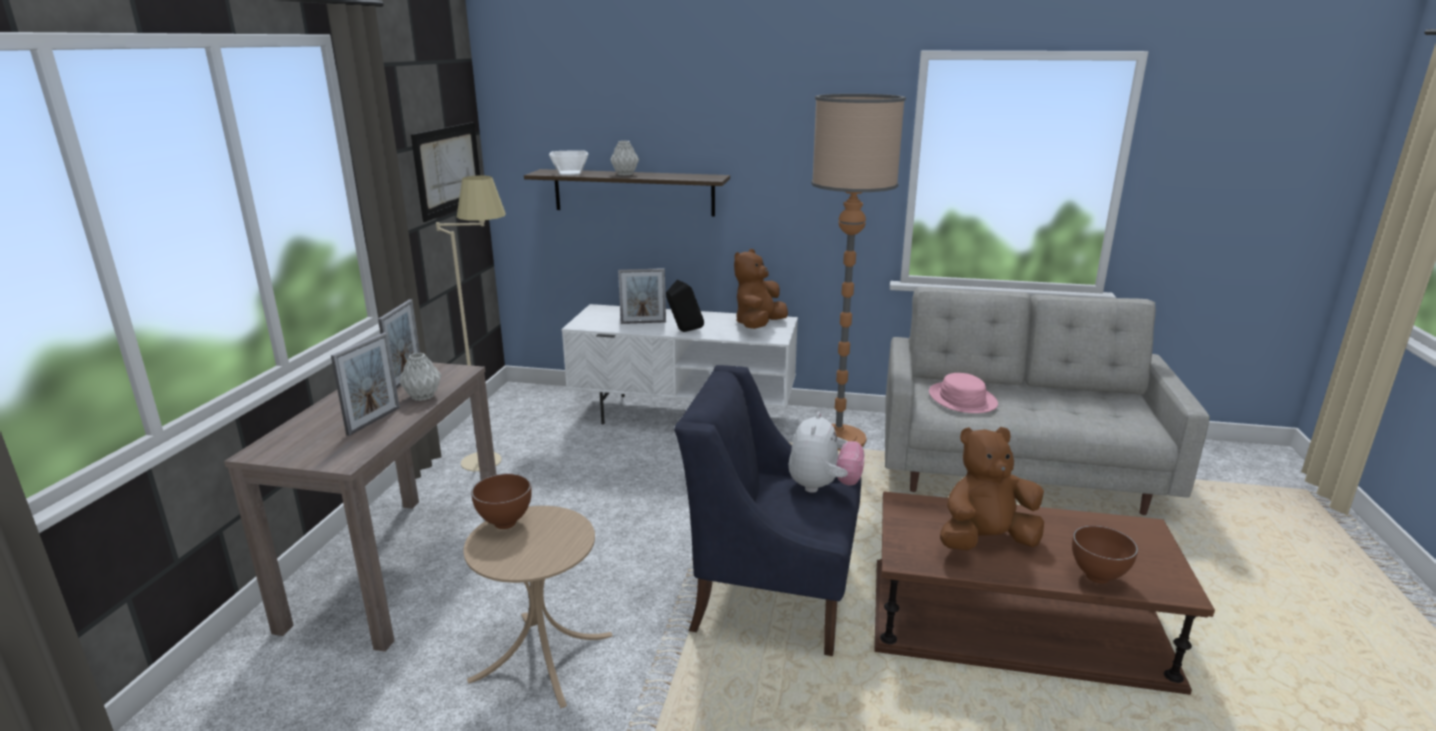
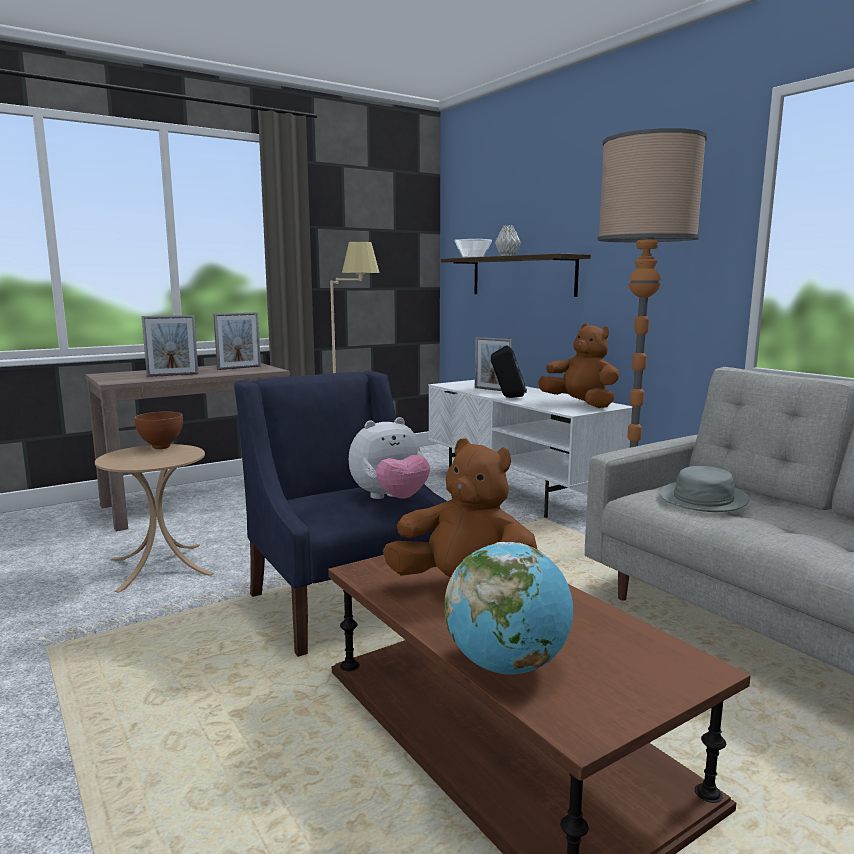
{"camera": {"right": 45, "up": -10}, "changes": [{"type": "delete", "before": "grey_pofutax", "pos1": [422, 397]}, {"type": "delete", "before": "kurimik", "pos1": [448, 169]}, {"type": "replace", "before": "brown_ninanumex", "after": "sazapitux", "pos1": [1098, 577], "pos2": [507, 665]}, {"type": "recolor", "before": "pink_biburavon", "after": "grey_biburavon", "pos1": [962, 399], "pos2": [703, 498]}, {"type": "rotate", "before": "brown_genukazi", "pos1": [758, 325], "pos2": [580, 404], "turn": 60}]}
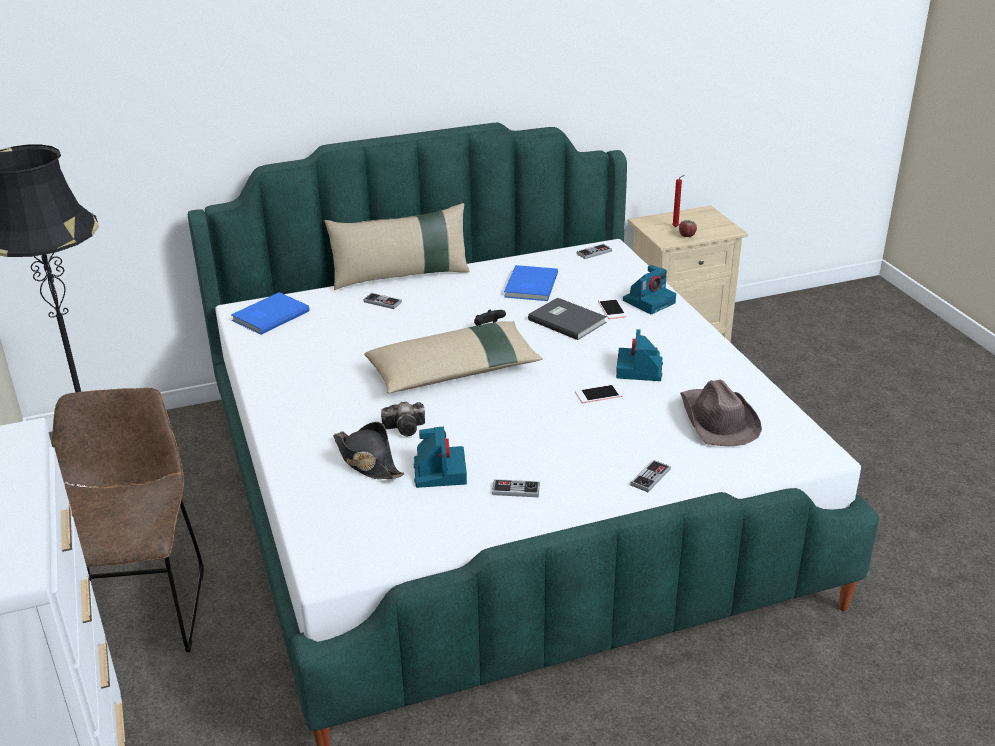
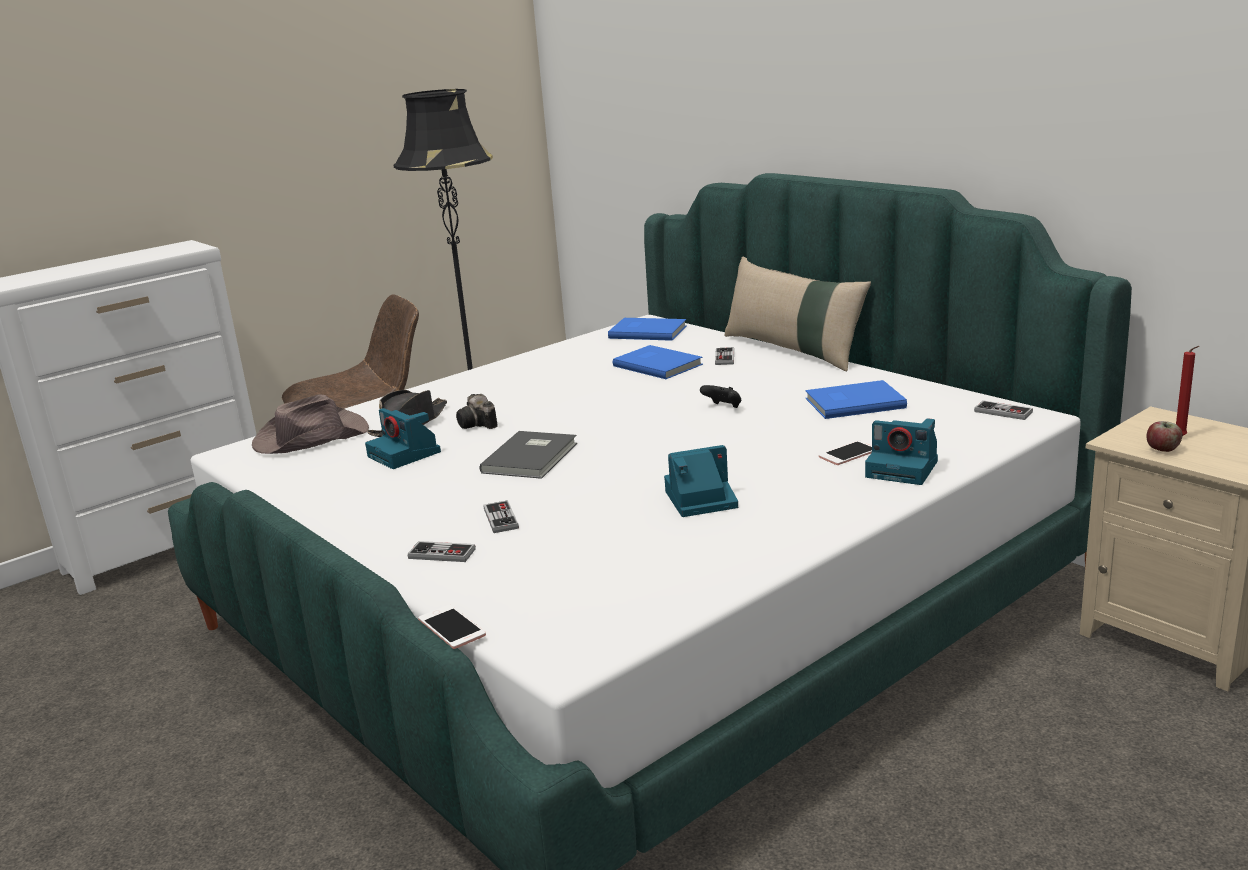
{"camera": {"right": 70, "up": -10}, "changes": [{"type": "delete", "before": "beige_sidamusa", "pos1": [454, 371]}, {"type": "insert", "after": "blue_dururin", "pos2": [658, 364]}, {"type": "move", "before": "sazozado", "pos1": [516, 490], "pos2": [501, 519]}, {"type": "move", "before": "grey_dururin", "pos1": [567, 320], "pos2": [533, 457]}, {"type": "move", "before": "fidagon", "pos1": [599, 394], "pos2": [451, 627]}, {"type": "move", "before": "brown_biburavon", "pos1": [717, 420], "pos2": [309, 438]}, {"type": "rotate", "before": "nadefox", "pos1": [439, 471], "pos2": [405, 454], "turn": 75}]}
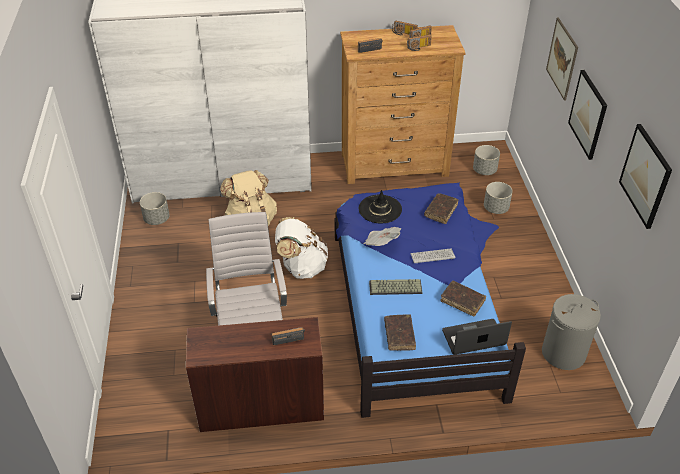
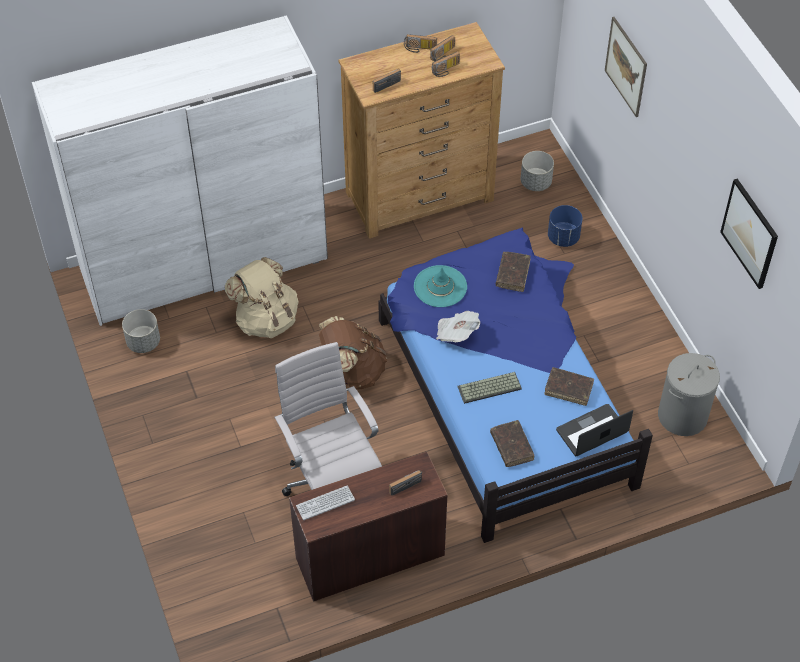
{"camera": {"right": -15, "up": 10}, "changes": [{"type": "delete", "before": "kurimik", "pos1": [588, 114]}, {"type": "move", "before": "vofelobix", "pos1": [432, 256], "pos2": [325, 503]}, {"type": "recolor", "before": "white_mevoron", "after": "brown_mevoron", "pos1": [301, 267], "pos2": [353, 371]}, {"type": "recolor", "before": "black_biburavon", "after": "turquoise_biburavon", "pos1": [380, 209], "pos2": [440, 286]}, {"type": "recolor", "before": "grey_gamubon", "after": "blue_gamubon", "pos1": [496, 208], "pos2": [563, 237]}]}
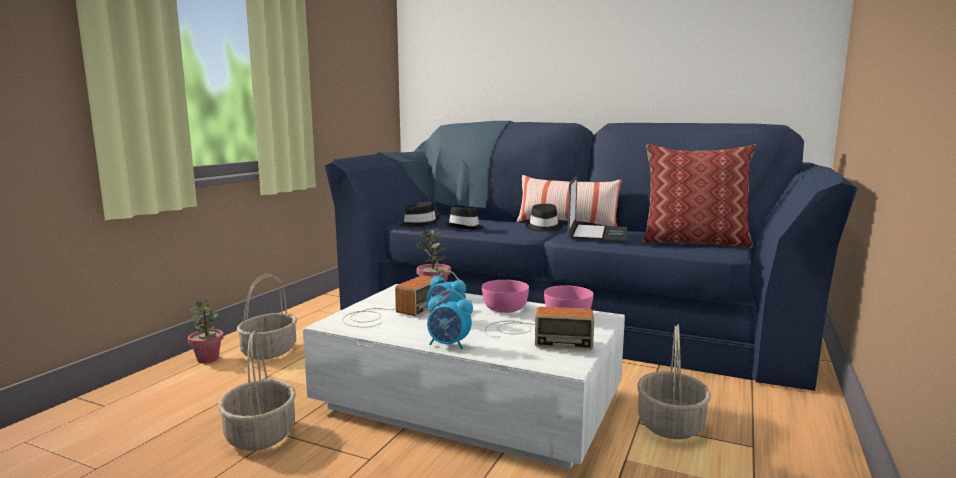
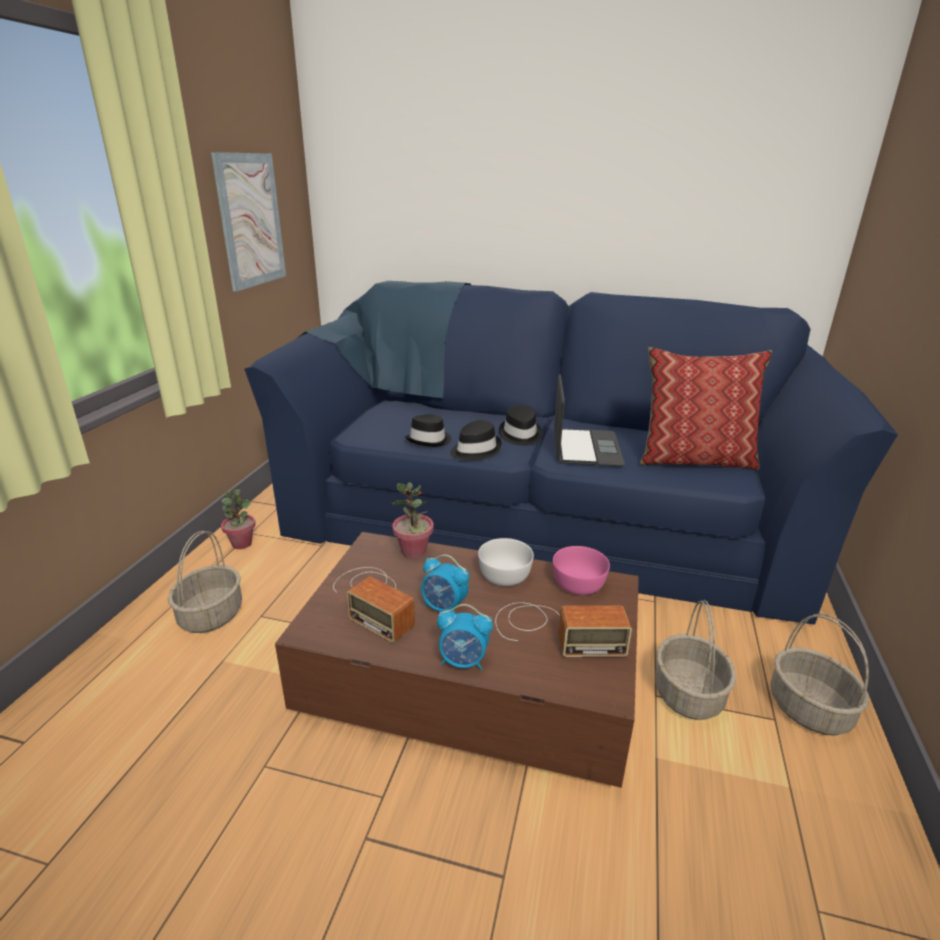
{"camera": {"right": -10, "up": 15}, "changes": [{"type": "delete", "before": "sidamusa", "pos1": [567, 224]}, {"type": "insert", "after": "kurimik", "pos2": [251, 220]}, {"type": "move", "before": "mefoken", "pos1": [208, 359], "pos2": [242, 543]}, {"type": "move", "before": "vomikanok", "pos1": [261, 435], "pos2": [810, 709]}, {"type": "move", "before": "black_biburavon", "pos1": [419, 224], "pos2": [475, 450]}, {"type": "recolor", "before": "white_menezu", "after": "brown_menezu", "pos1": [470, 402], "pos2": [471, 682]}, {"type": "recolor", "before": "pink_ninanumex", "after": "white_ninanumex", "pos1": [504, 308], "pos2": [504, 576]}, {"type": "rotate", "before": "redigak", "pos1": [390, 313], "pos2": [373, 599], "turn": 105}]}
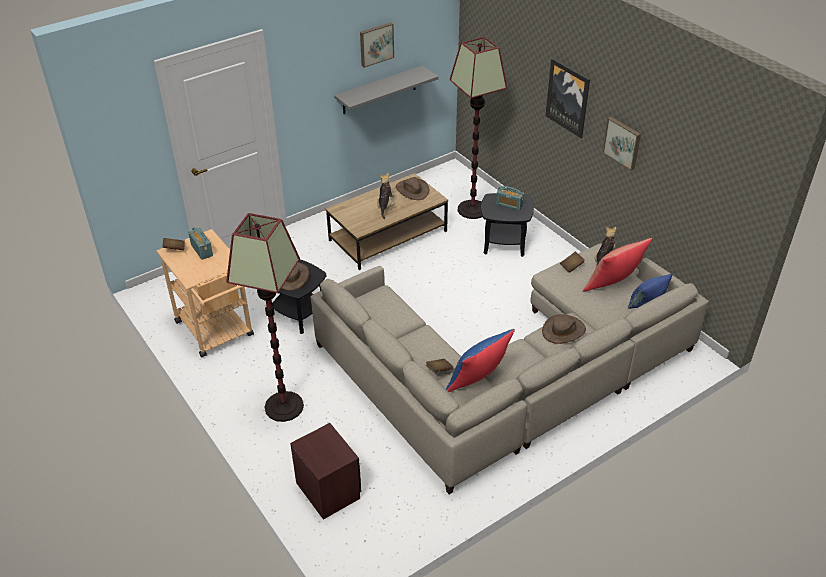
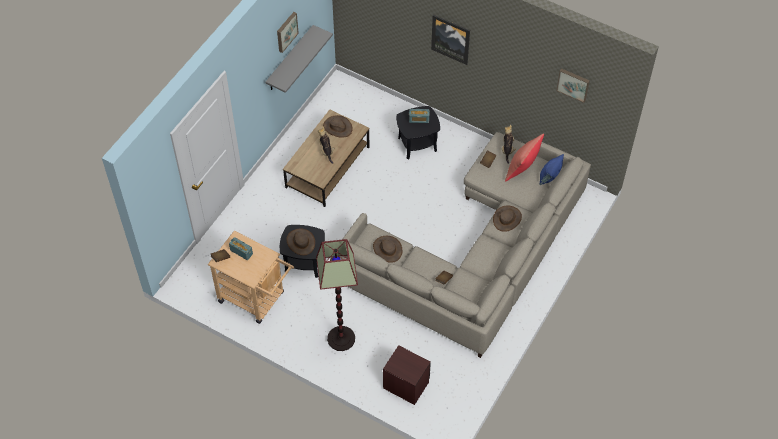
{"camera": {"right": -25, "up": 15}, "changes": [{"type": "delete", "before": "blue_sidamusa", "pos1": [478, 381]}, {"type": "delete", "before": "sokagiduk", "pos1": [473, 210]}, {"type": "insert", "after": "brown_biburavon", "pos2": [387, 249]}, {"type": "move", "before": "kurimik", "pos1": [622, 142], "pos2": [573, 84]}]}
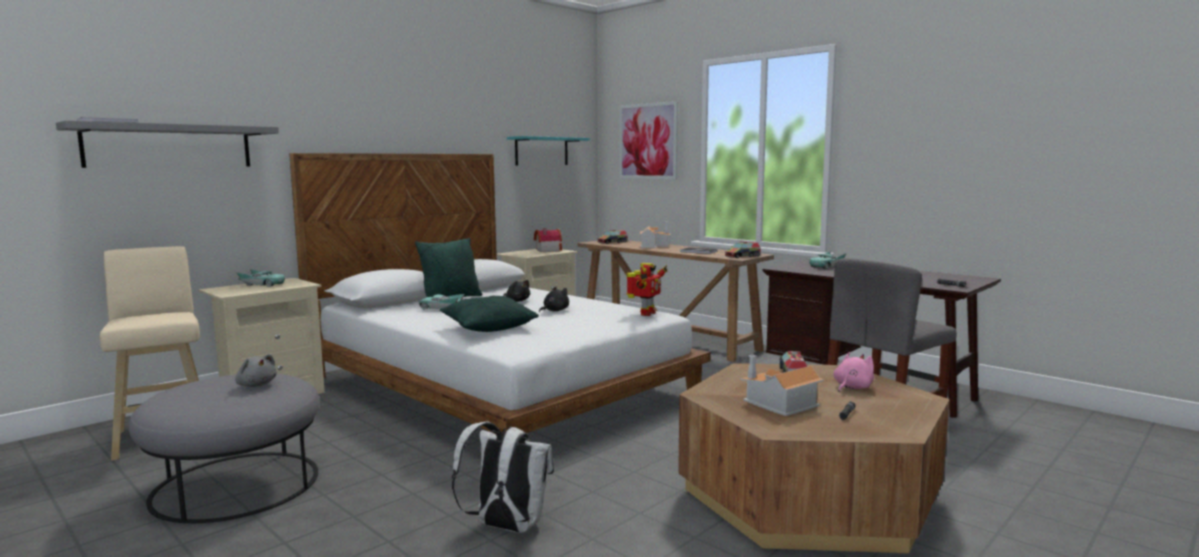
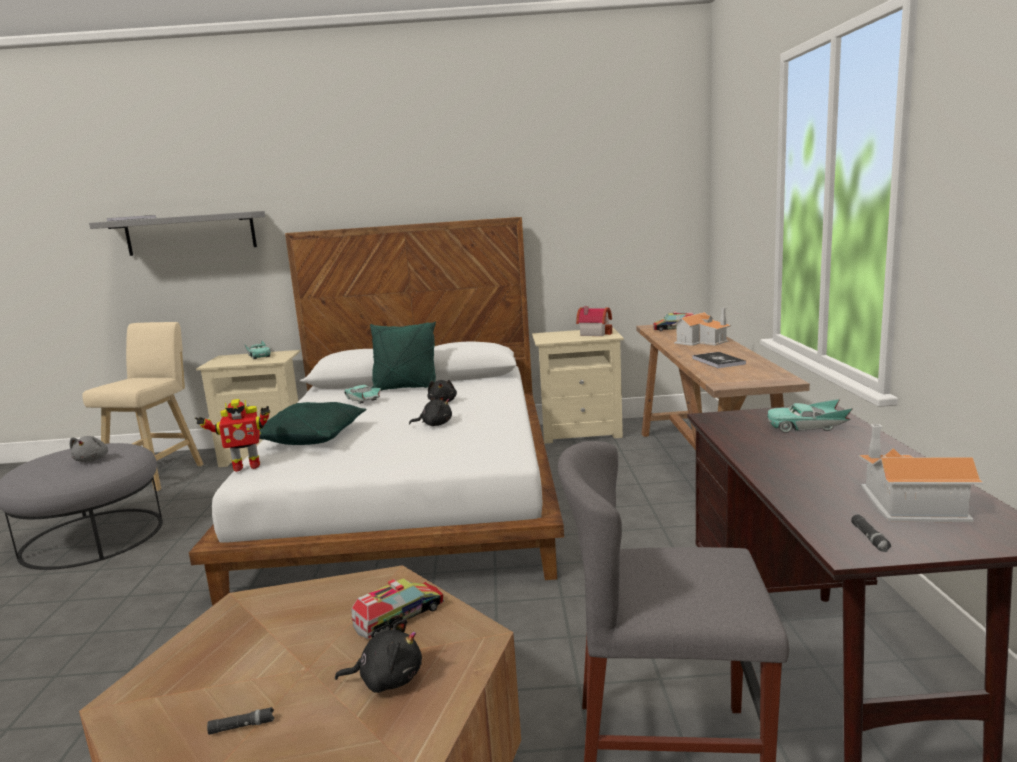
{"camera": {"right": 45, "up": 5}, "changes": [{"type": "delete", "before": "white_mevoron", "pos1": [506, 527]}, {"type": "delete", "before": "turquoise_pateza", "pos1": [541, 151]}, {"type": "delete", "before": "kurimik", "pos1": [648, 141]}, {"type": "delete", "before": "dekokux", "pos1": [742, 256]}, {"type": "move", "before": "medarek", "pos1": [646, 313], "pos2": [245, 466]}, {"type": "move", "before": "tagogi", "pos1": [779, 404], "pos2": [906, 504]}, {"type": "recolor", "before": "pink_genukazi", "after": "black_genukazi", "pos1": [851, 387], "pos2": [387, 679]}]}
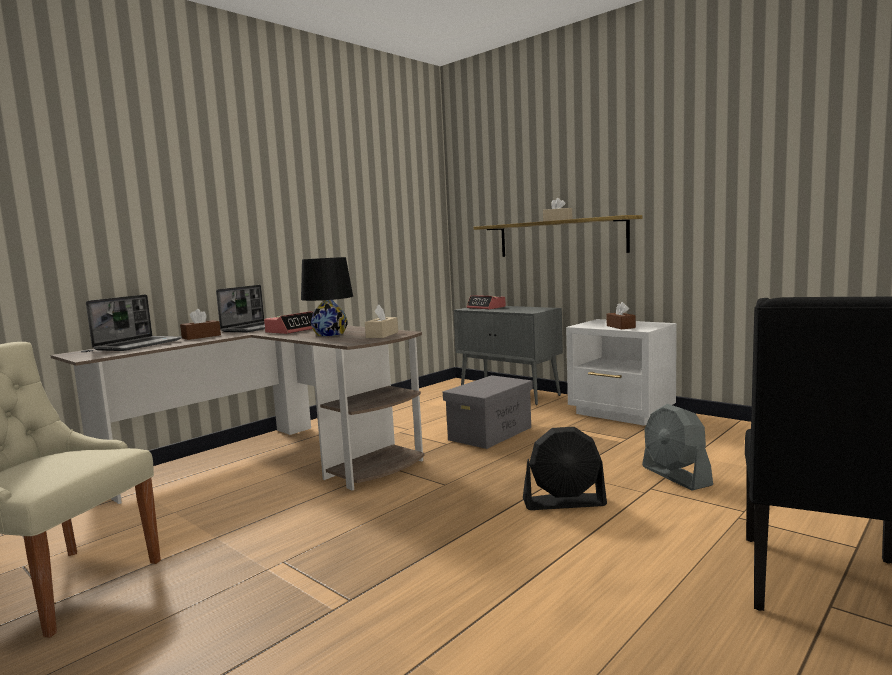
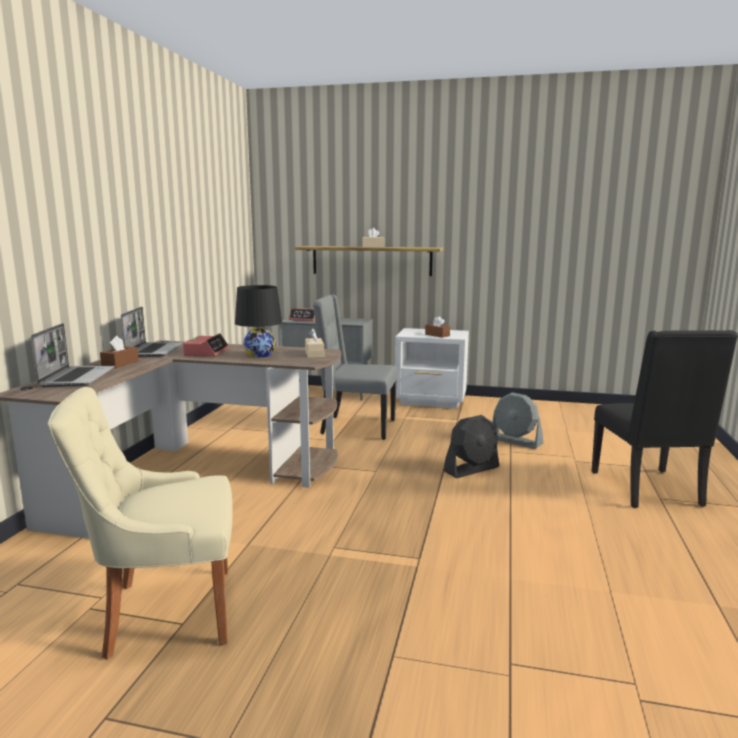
{"camera": {"right": -30, "up": 5}, "changes": [{"type": "replace", "before": "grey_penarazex", "after": "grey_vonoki", "pos1": [490, 433], "pos2": [356, 427]}]}
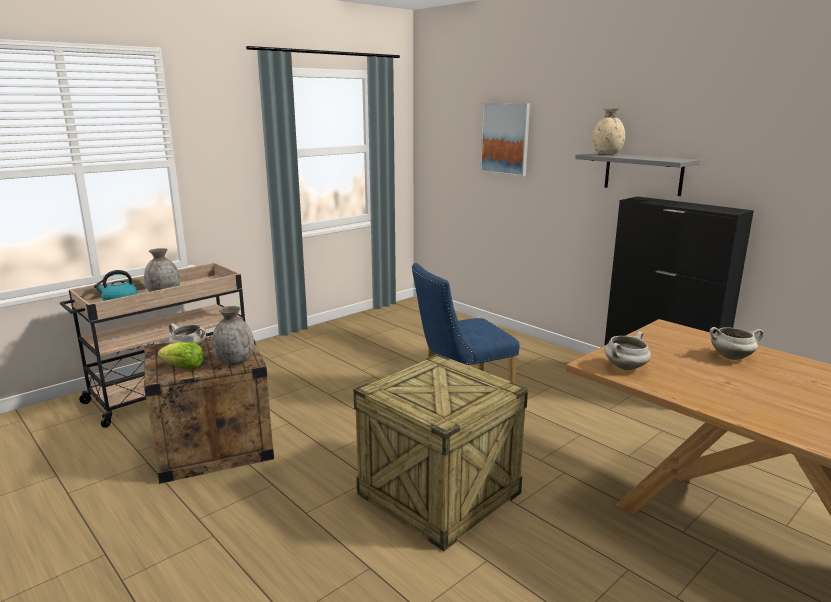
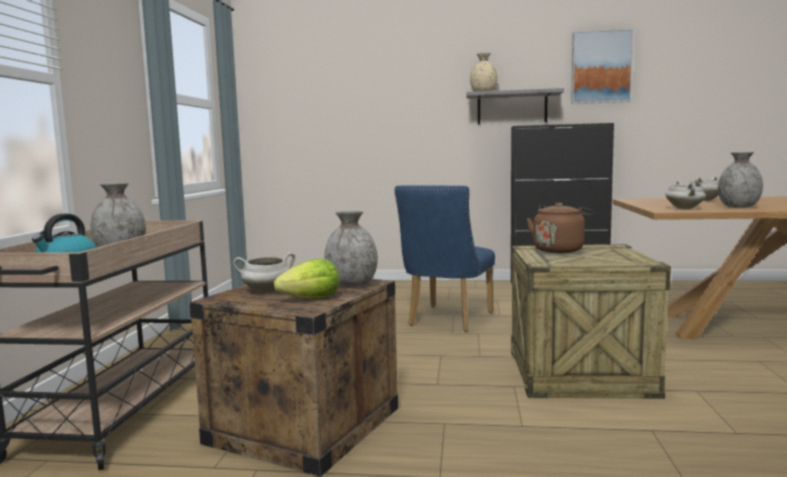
{"camera": {"right": -40, "up": -10}, "changes": [{"type": "insert", "after": "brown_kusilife", "pos2": [559, 250]}, {"type": "insert", "after": "grey_pofutax", "pos2": [738, 207]}, {"type": "move", "before": "kurimik", "pos1": [505, 138], "pos2": [601, 67]}]}
